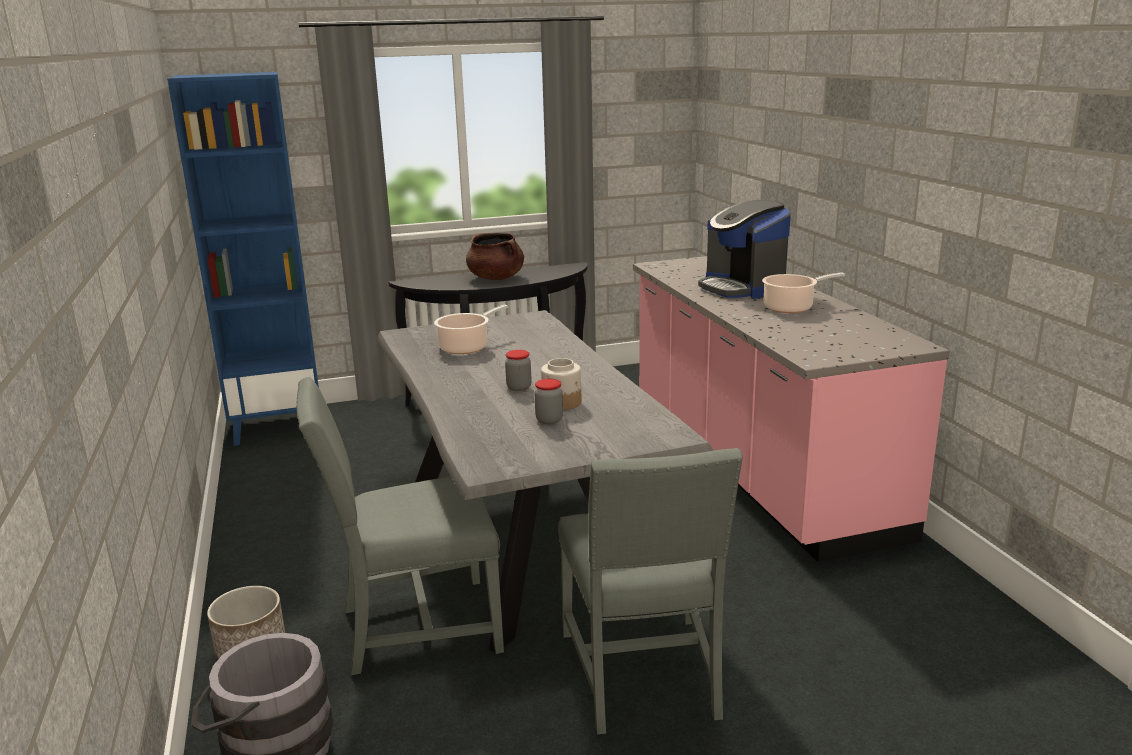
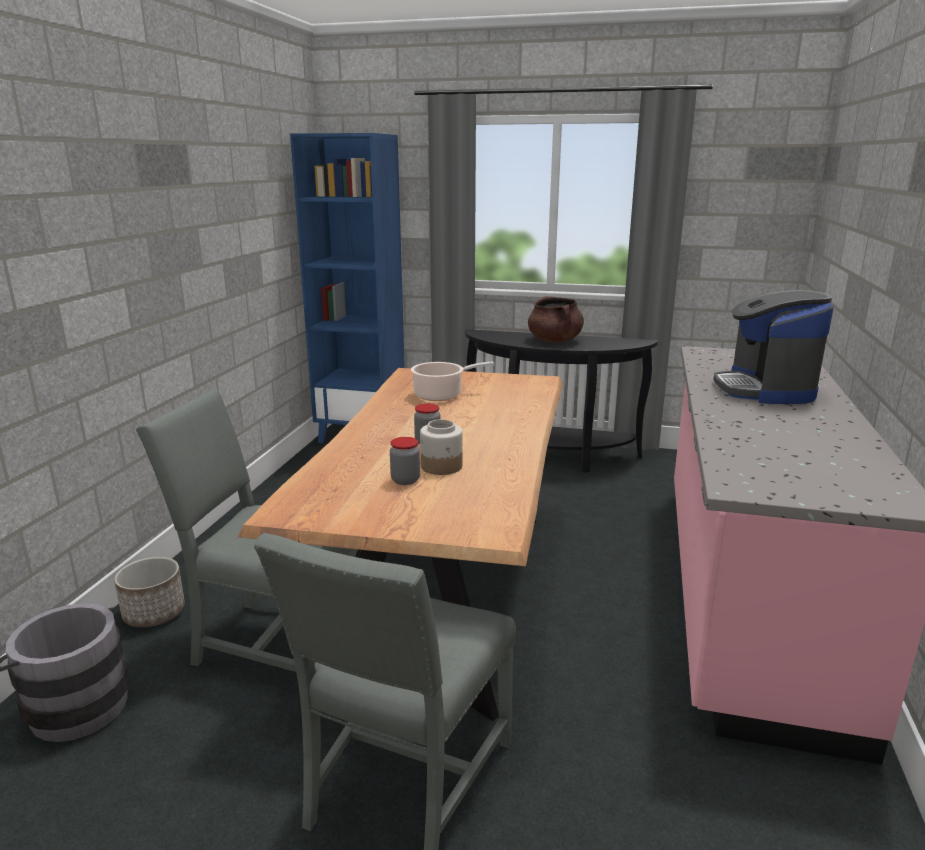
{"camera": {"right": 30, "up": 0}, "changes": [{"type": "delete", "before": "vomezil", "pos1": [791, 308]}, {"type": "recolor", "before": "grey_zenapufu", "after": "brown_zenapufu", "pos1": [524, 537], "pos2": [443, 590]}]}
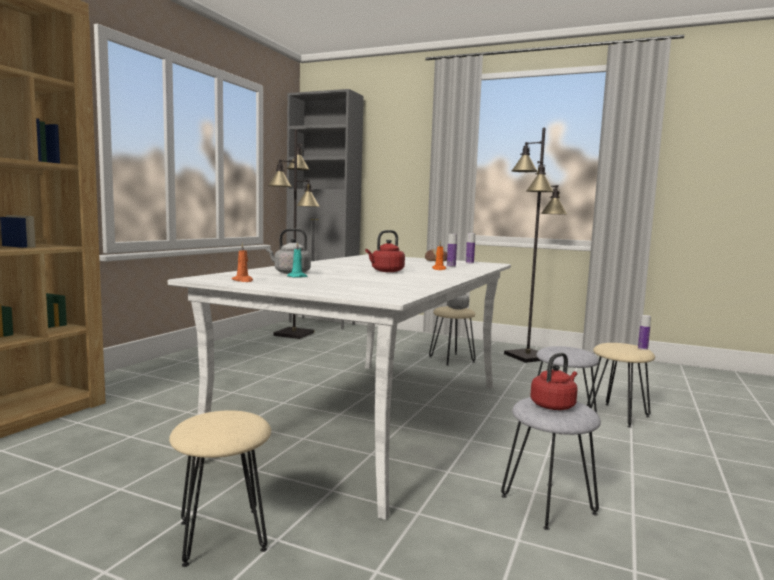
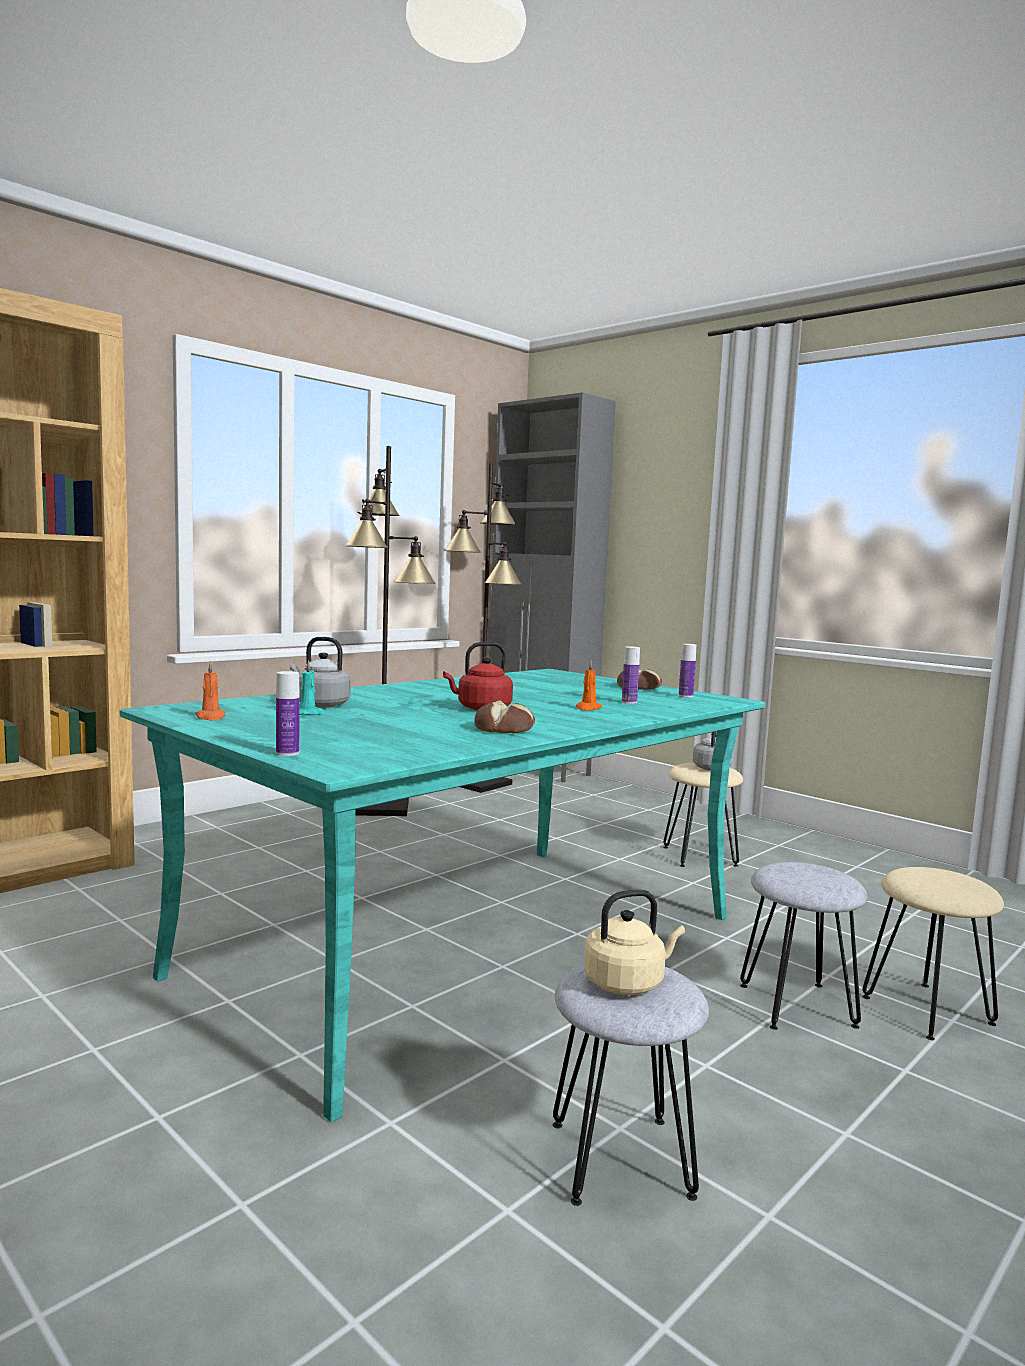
{"camera": {"right": 20, "up": 0}, "changes": [{"type": "delete", "before": "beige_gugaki", "pos1": [221, 536]}, {"type": "insert", "after": "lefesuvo", "pos2": [505, 729]}, {"type": "move", "before": "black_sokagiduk", "pos1": [527, 356], "pos2": [382, 807]}, {"type": "move", "before": "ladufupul", "pos1": [642, 348], "pos2": [287, 753]}, {"type": "recolor", "before": "white_zenapufu", "after": "turquoise_zenapufu", "pos1": [373, 419], "pos2": [470, 946]}, {"type": "recolor", "before": "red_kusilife", "after": "beige_kusilife", "pos1": [554, 405], "pos2": [627, 983]}]}
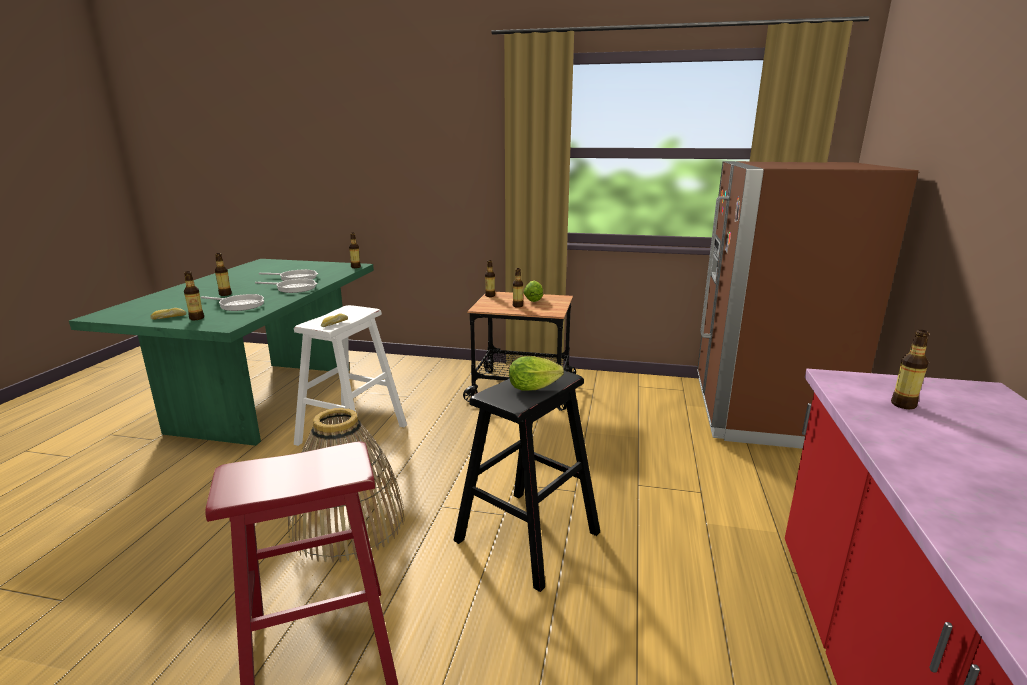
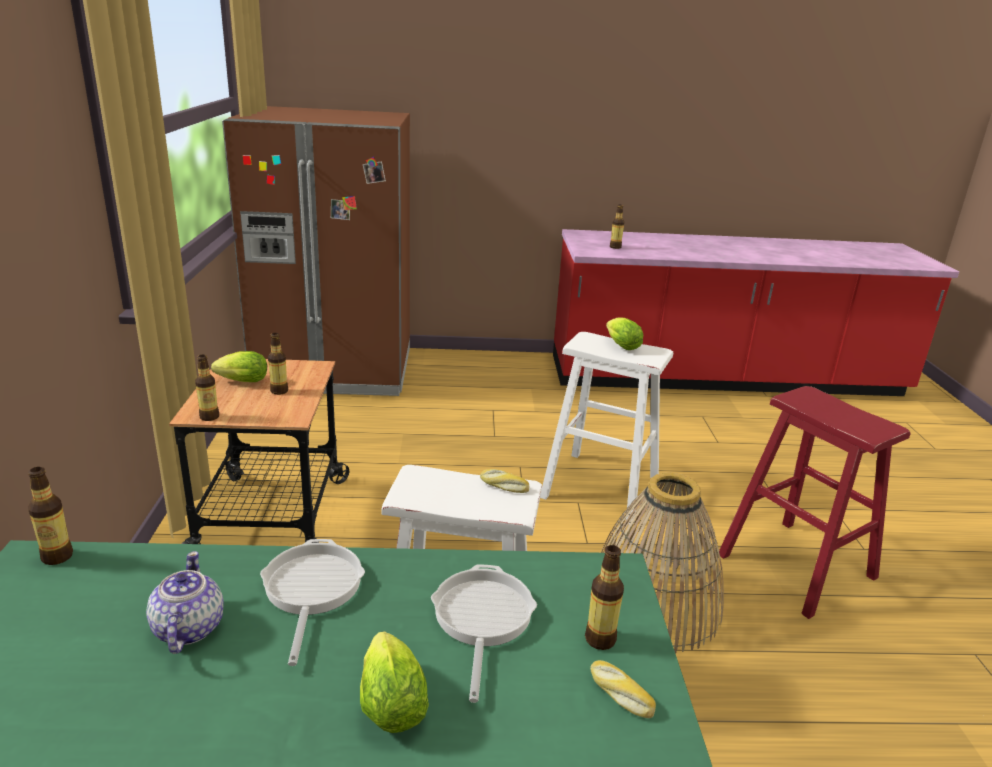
{"camera": {"right": -105, "up": 5}, "changes": [{"type": "replace", "before": "ladufupul", "after": "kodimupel", "pos1": [225, 294], "pos2": [390, 700]}, {"type": "replace", "before": "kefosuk", "after": "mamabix", "pos1": [296, 278], "pos2": [187, 629]}, {"type": "recolor", "before": "black_gugaki", "after": "white_gugaki", "pos1": [527, 536], "pos2": [600, 487]}]}
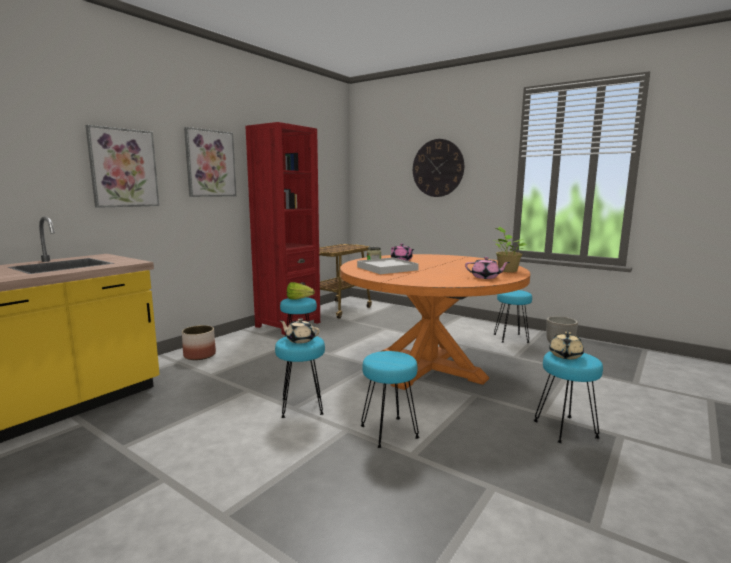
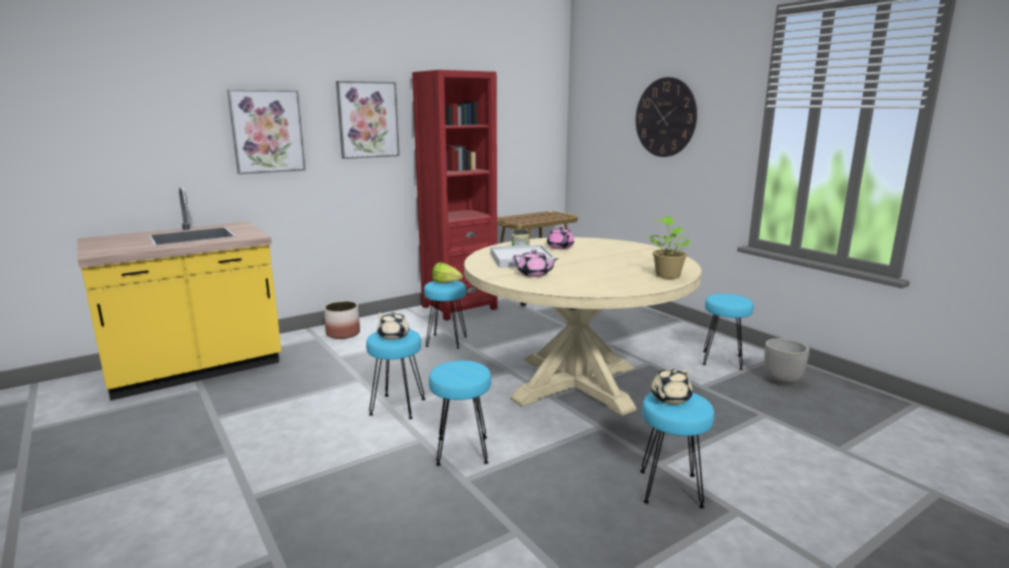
{"camera": {"right": 20, "up": 5}, "changes": [{"type": "move", "before": "pink_mamabix", "pos1": [485, 277], "pos2": [534, 274]}, {"type": "recolor", "before": "orange_zenapufu", "after": "beige_zenapufu", "pos1": [428, 366], "pos2": [575, 383]}]}
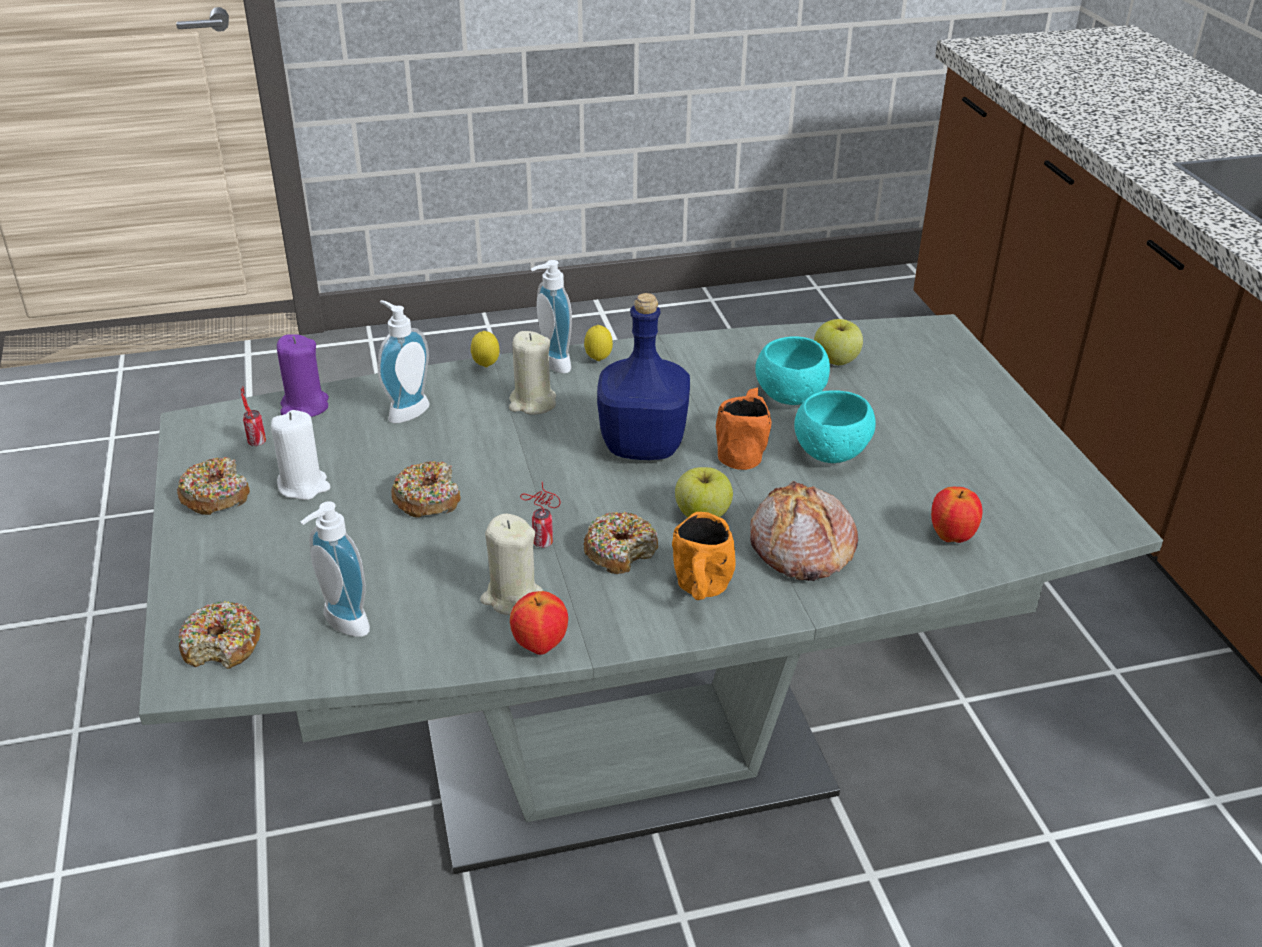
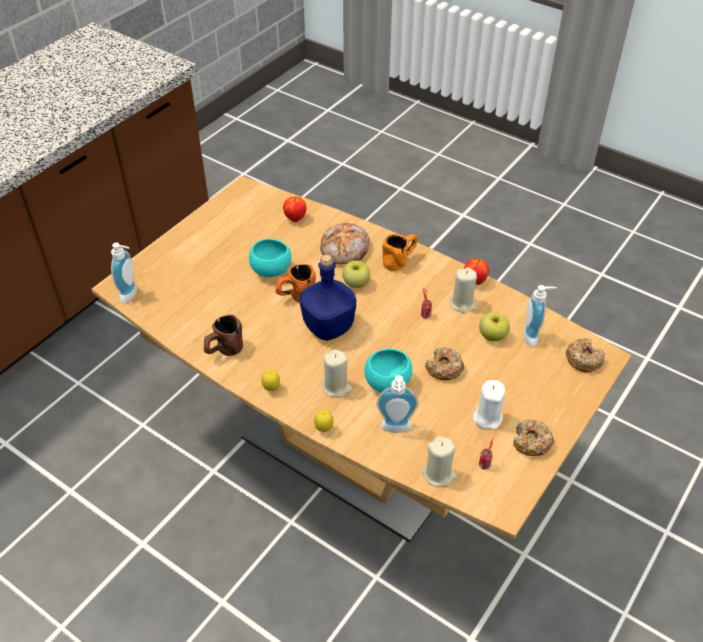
{"camera": {"right": -130, "up": 10}, "changes": [{"type": "delete", "before": "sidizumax", "pos1": [620, 551]}, {"type": "insert", "after": "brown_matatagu", "pos2": [223, 351]}, {"type": "move", "before": "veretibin", "pos1": [550, 364], "pos2": [131, 295]}, {"type": "move", "before": "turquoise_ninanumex", "pos1": [789, 396], "pos2": [388, 383]}, {"type": "move", "before": "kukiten", "pos1": [836, 361], "pos2": [492, 336]}, {"type": "recolor", "before": "grey_zenapufu", "after": "brown_zenapufu", "pos1": [628, 761], "pos2": [351, 453]}, {"type": "recolor", "before": "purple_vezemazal", "after": "beige_vezemazal", "pos1": [304, 406], "pos2": [439, 474]}]}
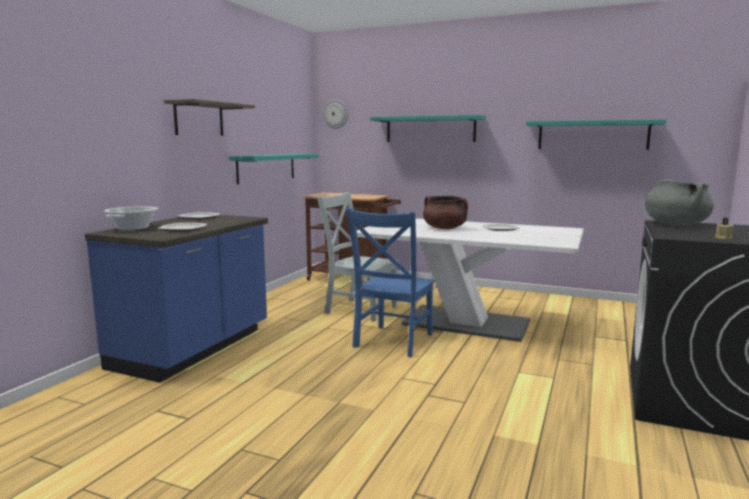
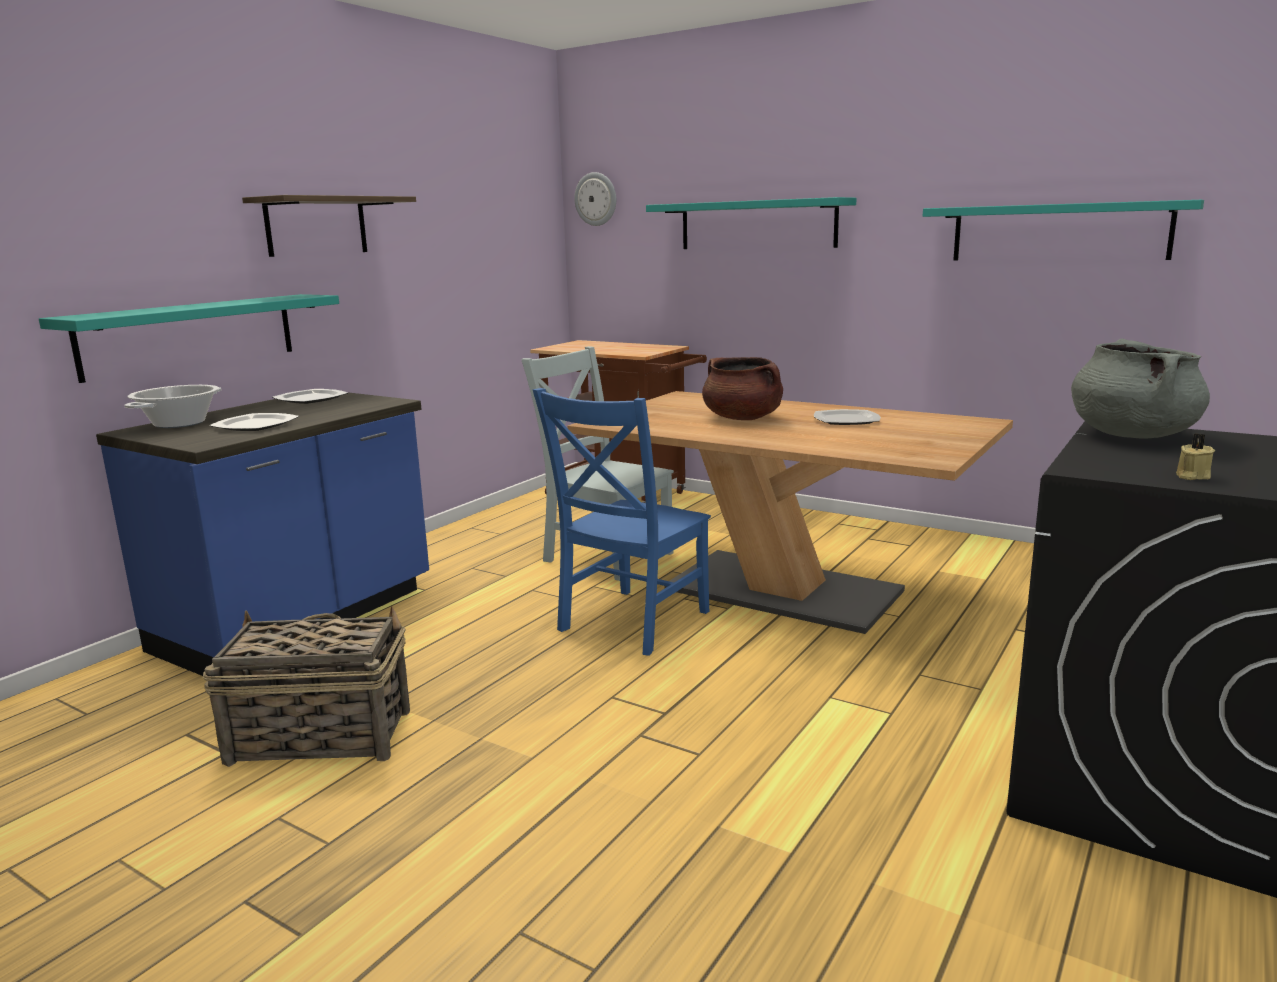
{"camera": {"right": 10, "up": 5}, "changes": [{"type": "insert", "after": "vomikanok", "pos2": [318, 736]}, {"type": "move", "before": "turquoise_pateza", "pos1": [266, 167], "pos2": [190, 335]}, {"type": "recolor", "before": "white_zenapufu", "after": "brown_zenapufu", "pos1": [466, 323], "pos2": [783, 590]}]}
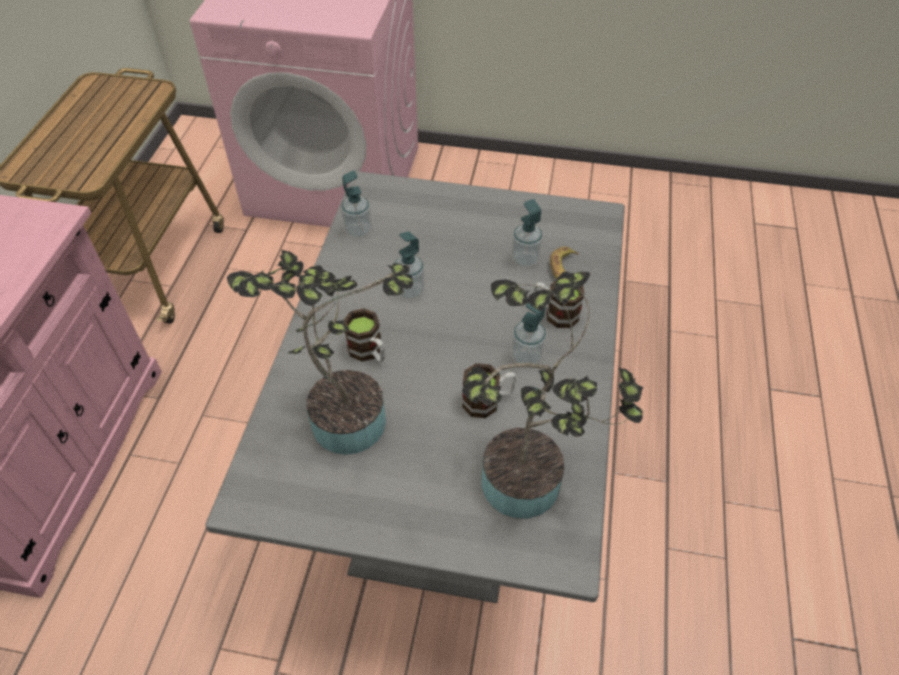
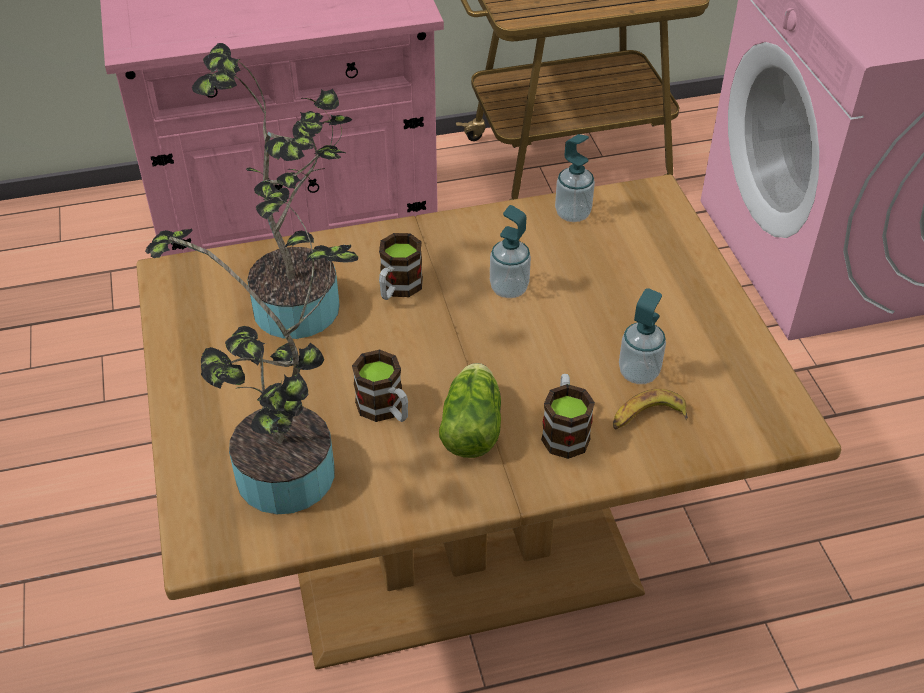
{"camera": {"right": 65, "up": -5}, "changes": [{"type": "replace", "before": "veretibin", "after": "kodimupel", "pos1": [526, 357], "pos2": [472, 424]}, {"type": "recolor", "before": "grey_zenapufu", "after": "brown_zenapufu", "pos1": [449, 475], "pos2": [461, 554]}]}
